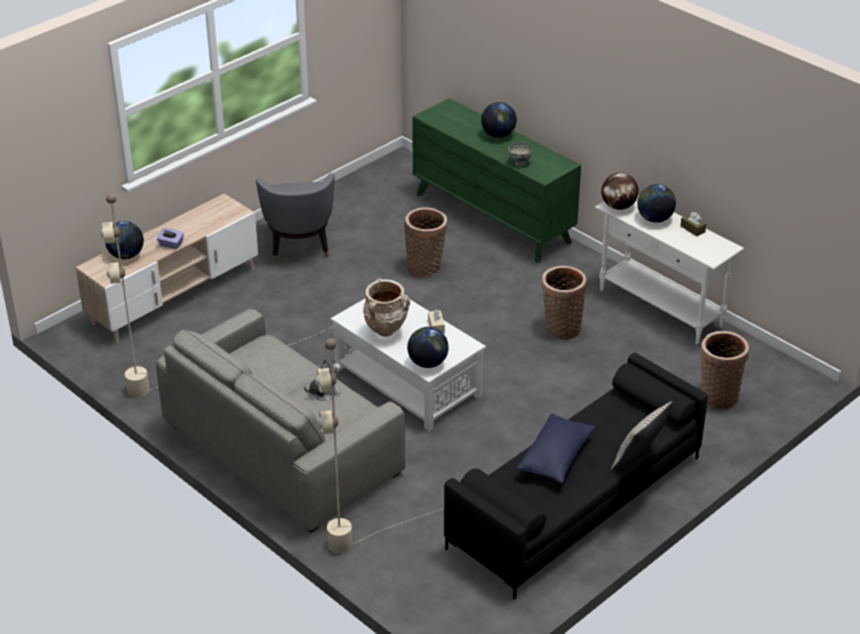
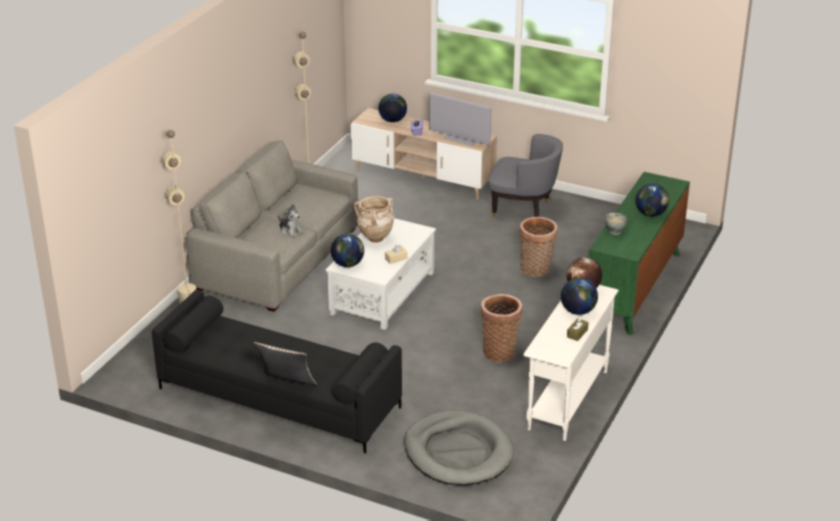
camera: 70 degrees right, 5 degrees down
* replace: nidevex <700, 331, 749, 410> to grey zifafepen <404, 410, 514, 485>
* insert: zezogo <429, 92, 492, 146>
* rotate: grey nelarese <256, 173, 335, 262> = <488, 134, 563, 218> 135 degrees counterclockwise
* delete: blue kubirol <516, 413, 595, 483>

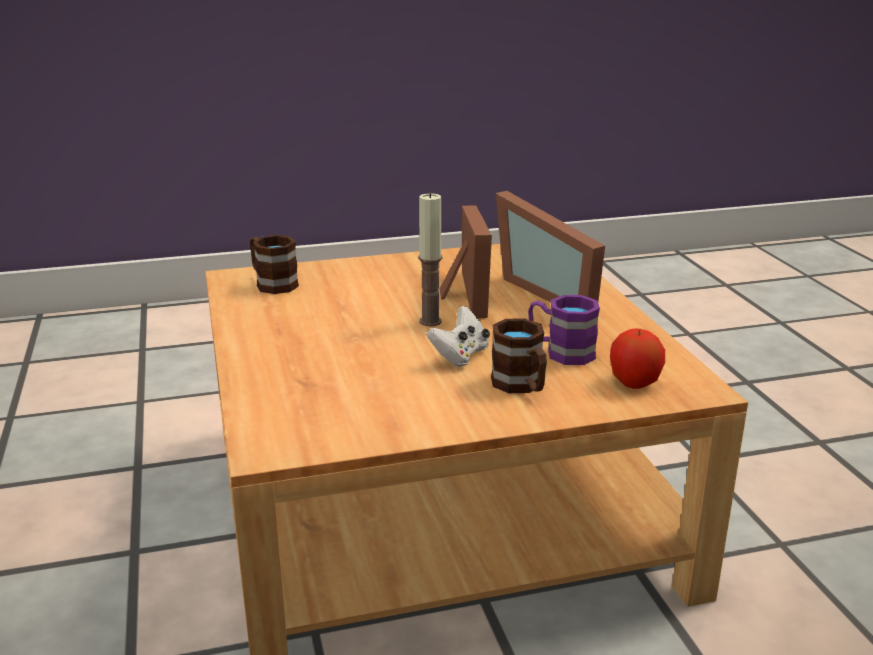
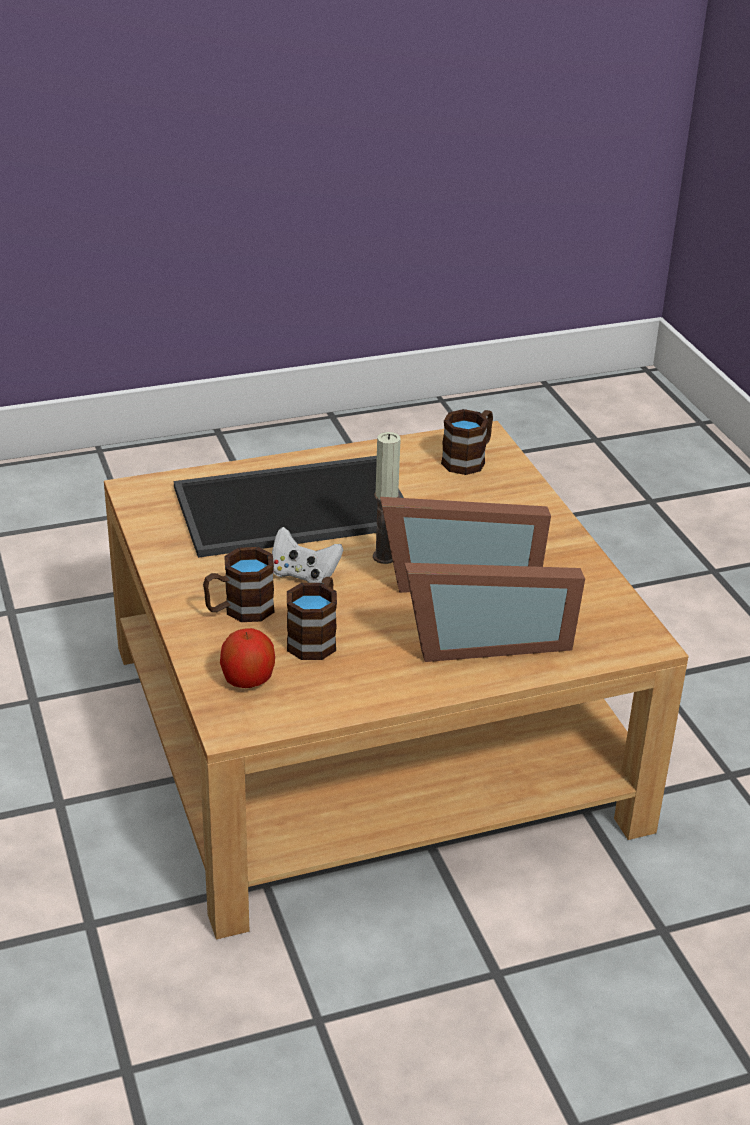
camera: 85 degrees right, 10 degrees up
* insert: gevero <174, 456, 404, 558>
* recolor: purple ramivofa <528, 295, 600, 365> to brown ramivofa <287, 577, 337, 660>
* rotate: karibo <496, 191, 605, 302> = <405, 563, 585, 662> 150 degrees counterclockwise

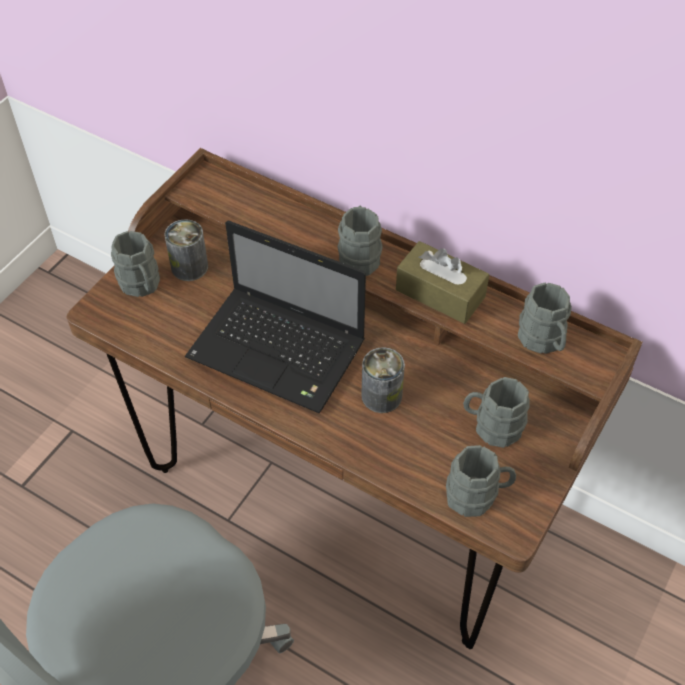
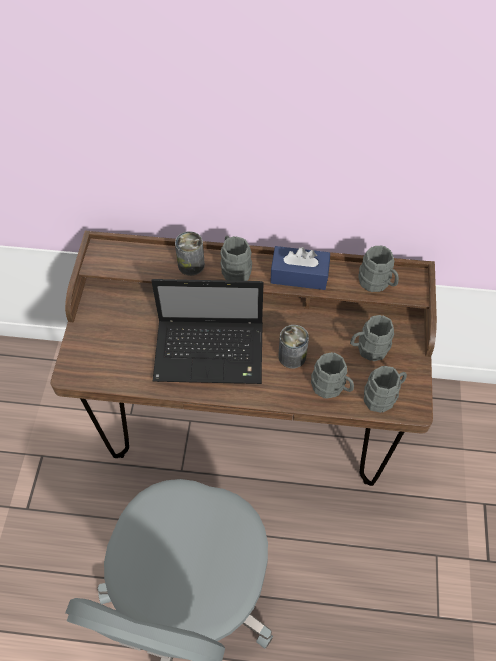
camera: 25 degrees left, 5 degrees up
* move: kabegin <164, 219, 208, 281> to <175, 231, 205, 276>
* recolor: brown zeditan <396, 241, 489, 324> to blue zeditan <270, 246, 330, 290>
* move: grey ramivofa <111, 231, 160, 297> to <311, 352, 354, 399>

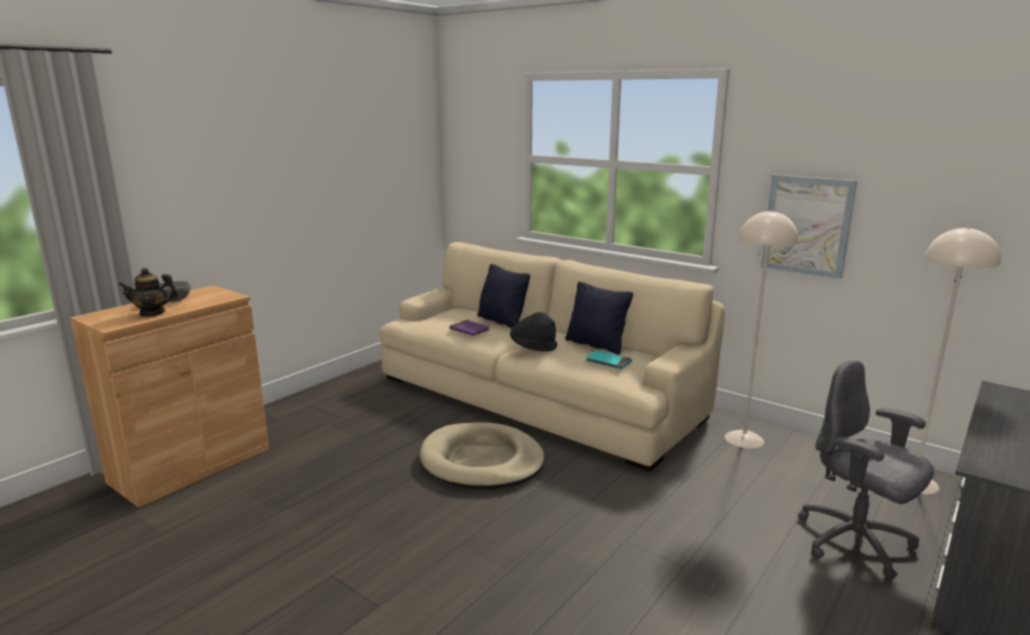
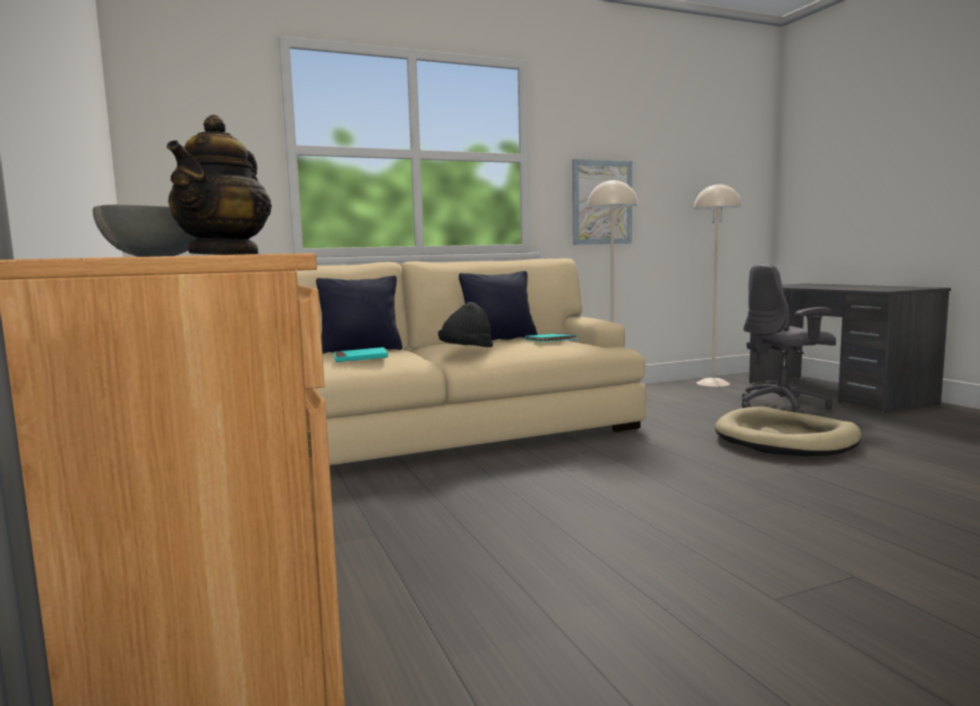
camera: 60 degrees left, 10 degrees down
* recolor: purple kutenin <450, 320, 490, 336> to turquoise kutenin <334, 347, 388, 362>
* move: beige zifafepen <420, 422, 545, 489> to <715, 407, 862, 456>

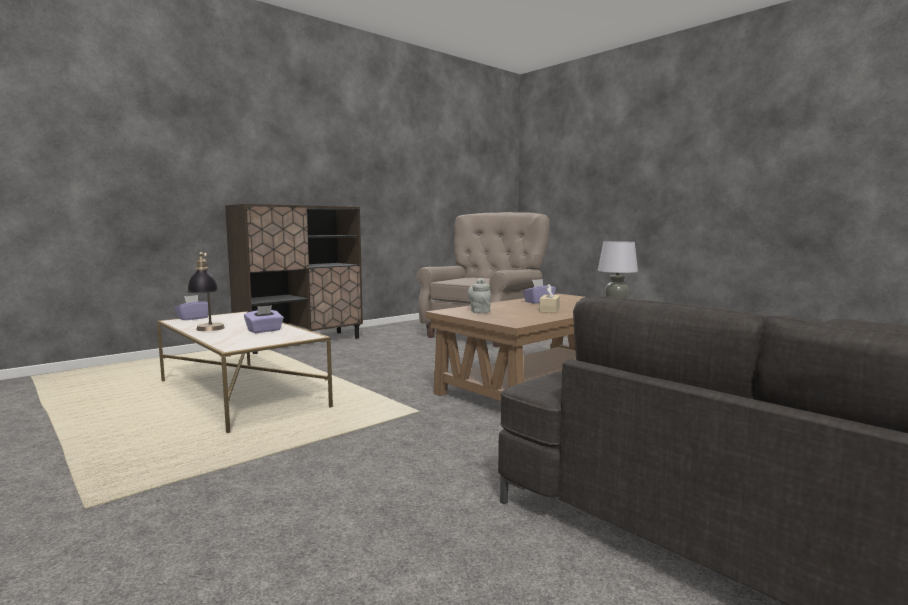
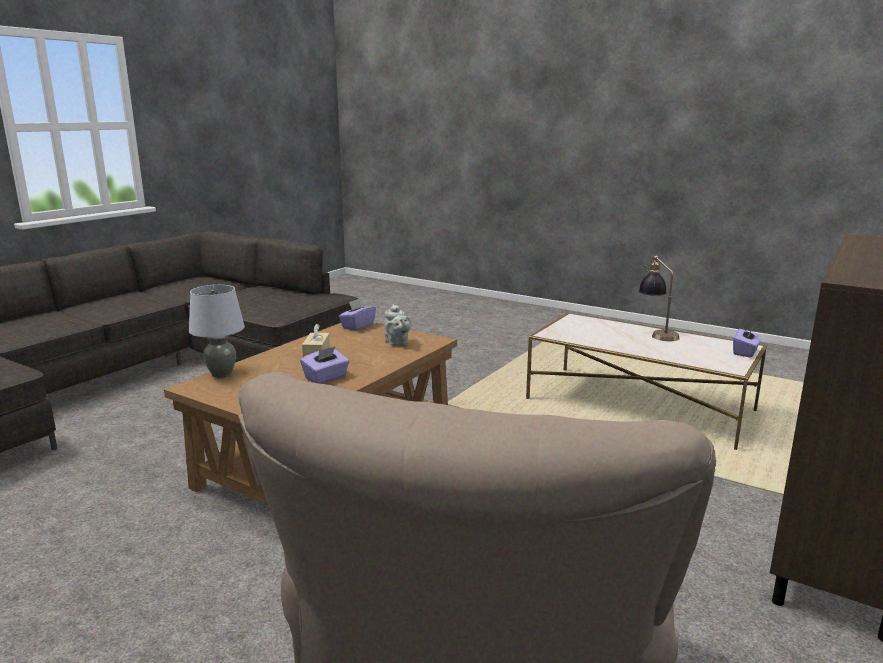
camera: 165 degrees right, 10 degrees up
* move: purple zeditan <244, 305, 284, 333> to <339, 299, 376, 331>

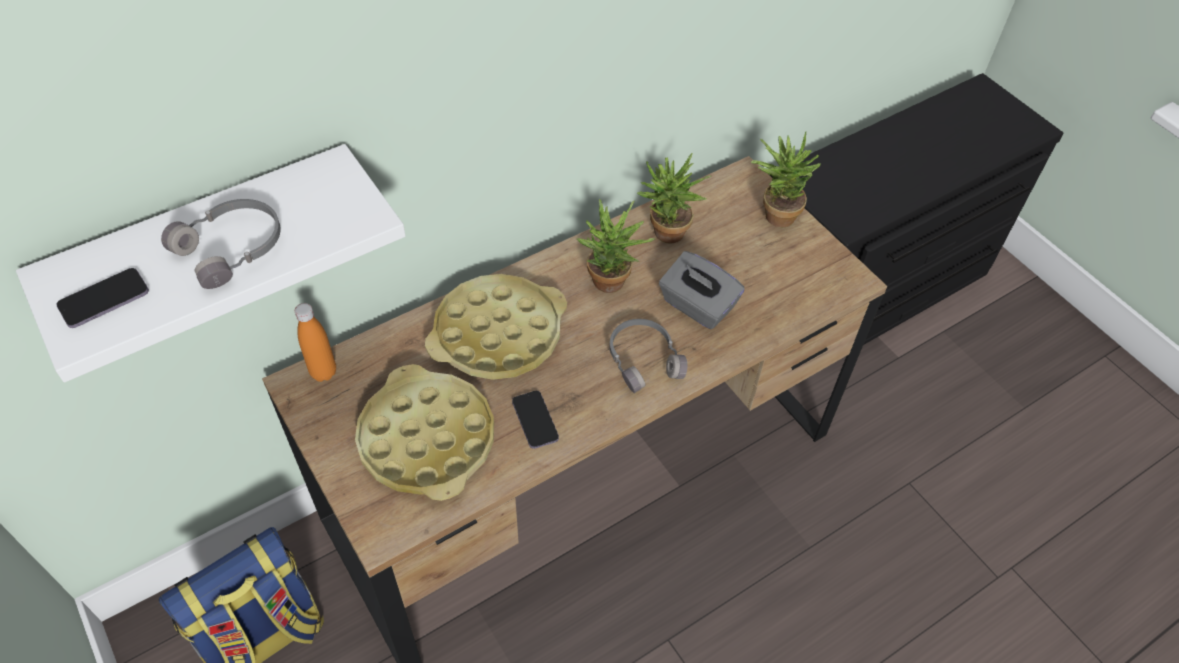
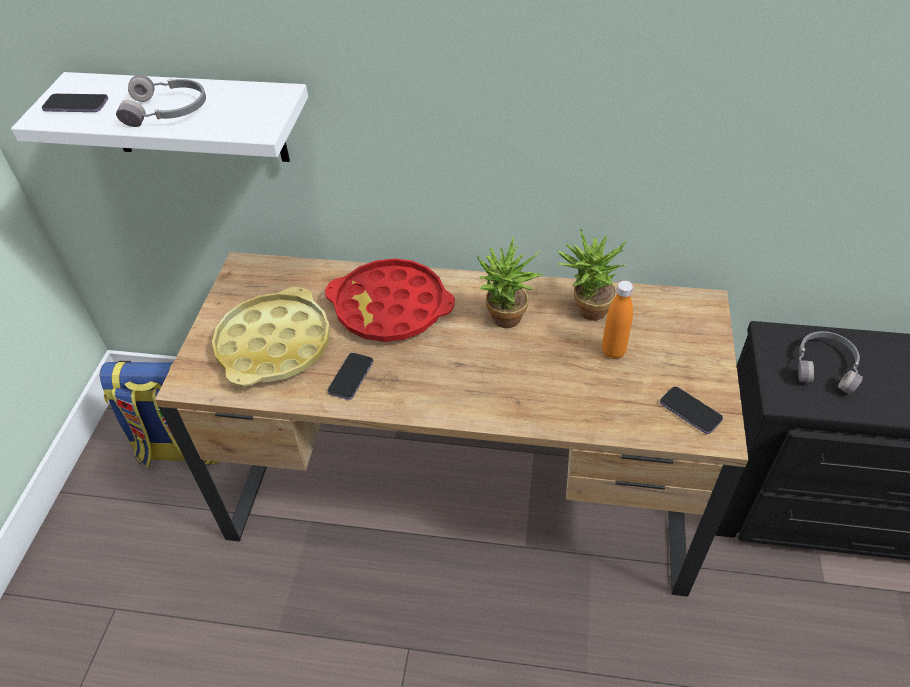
camera: 45 degrees right, 5 degrees down
* recolor: yellow gevero <425, 274, 567, 380> to red gevero <325, 258, 455, 342>
* move: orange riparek <295, 303, 336, 382> to <602, 280, 633, 359>
* insert: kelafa <660, 387, 723, 434>
* move: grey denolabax <610, 319, 687, 393> to <798, 331, 863, 395>
* delete: grey zeditan <659, 251, 745, 329>
* delete: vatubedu <751, 132, 821, 227>

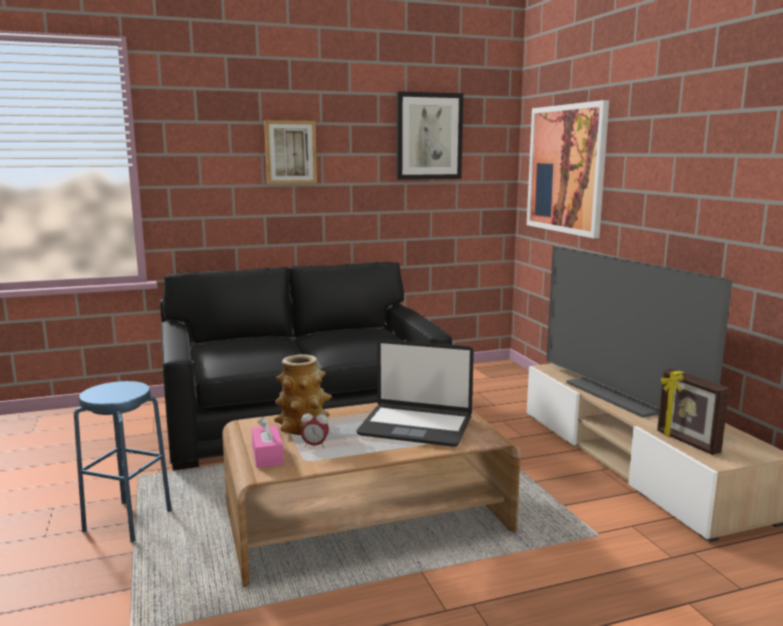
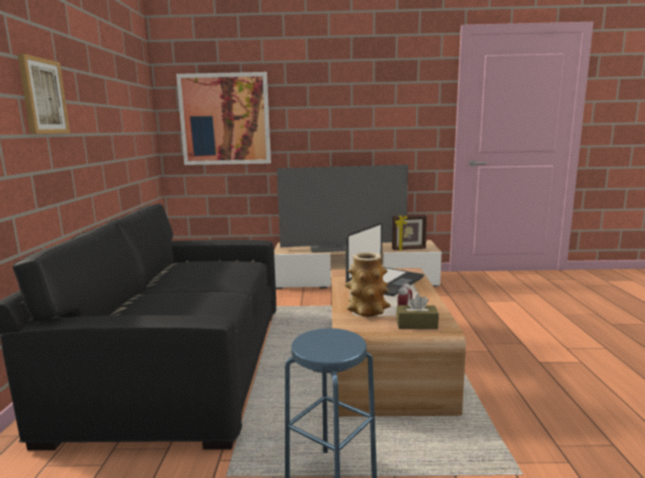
camera: 70 degrees left, 0 degrees up
* recolor: pink zeditan <252, 417, 284, 468> to brown zeditan <396, 294, 439, 329>
* delete: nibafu <396, 91, 463, 180>

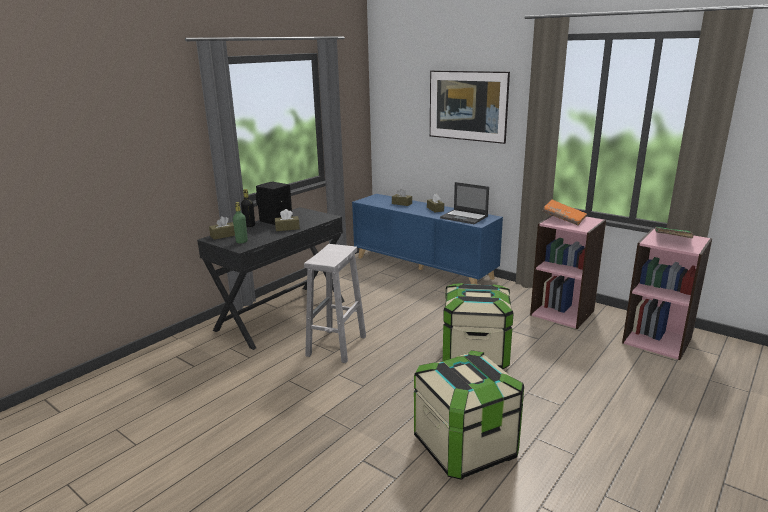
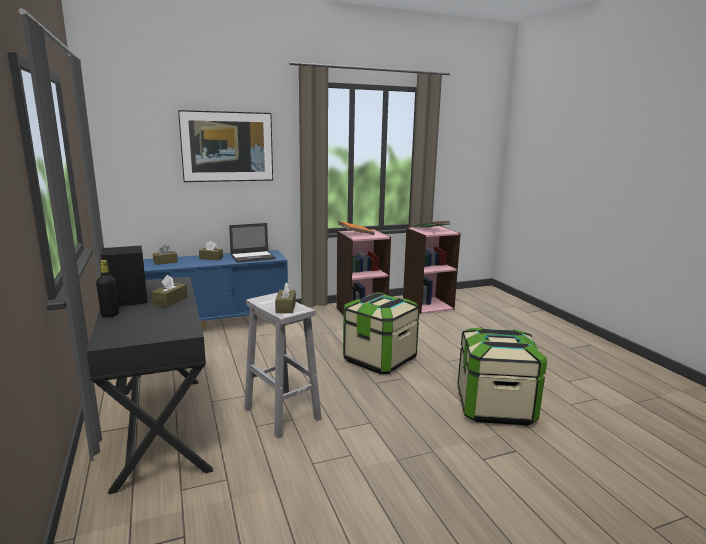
camera: 60 degrees left, 5 degrees down
* move: brown zeditan <209, 216, 235, 240> to <275, 282, 296, 313>
* delete: green riparek <233, 202, 248, 244>

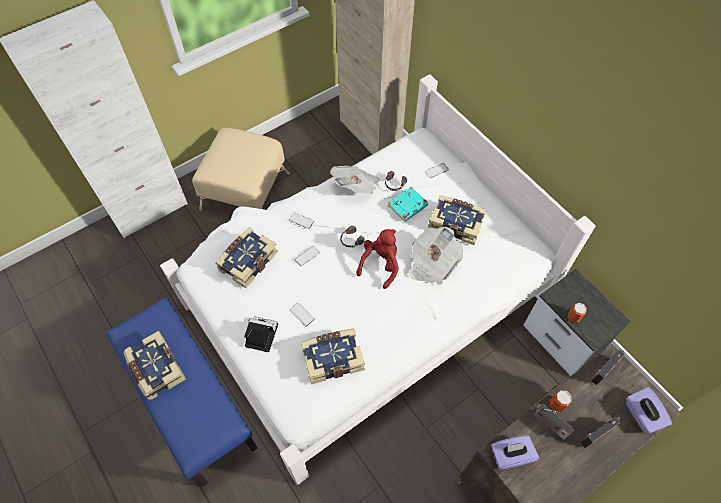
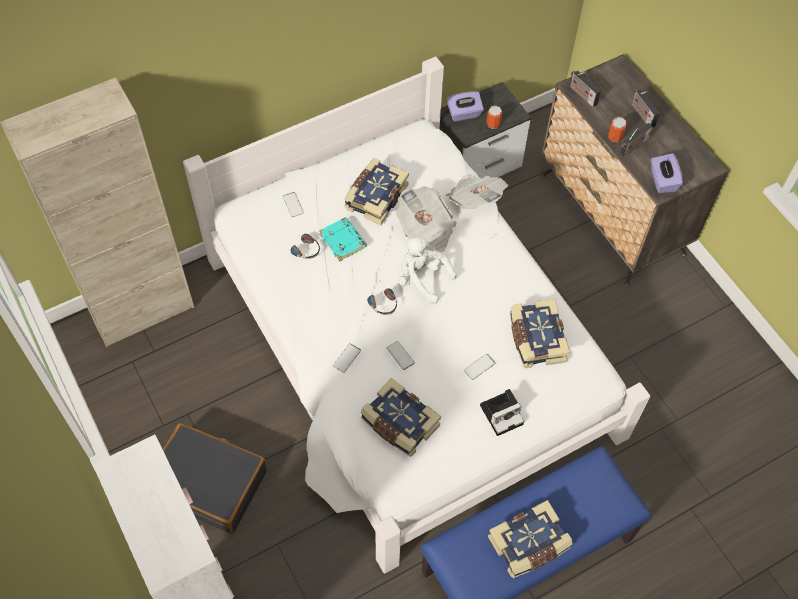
camera: 85 degrees left, 0 degrees up
* replace: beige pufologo <192, 128, 290, 211> to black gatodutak <163, 423, 267, 534>
* recolor: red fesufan <356, 229, 399, 289> to white fesufan <398, 237, 456, 304>
* move: purple zeditan <626, 387, 672, 434> to <446, 91, 484, 121>
* move: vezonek <330, 166, 380, 194> to <446, 175, 508, 209>
* rotate: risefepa <244, 316, 278, 352> = <480, 389, 524, 436> 135 degrees counterclockwise

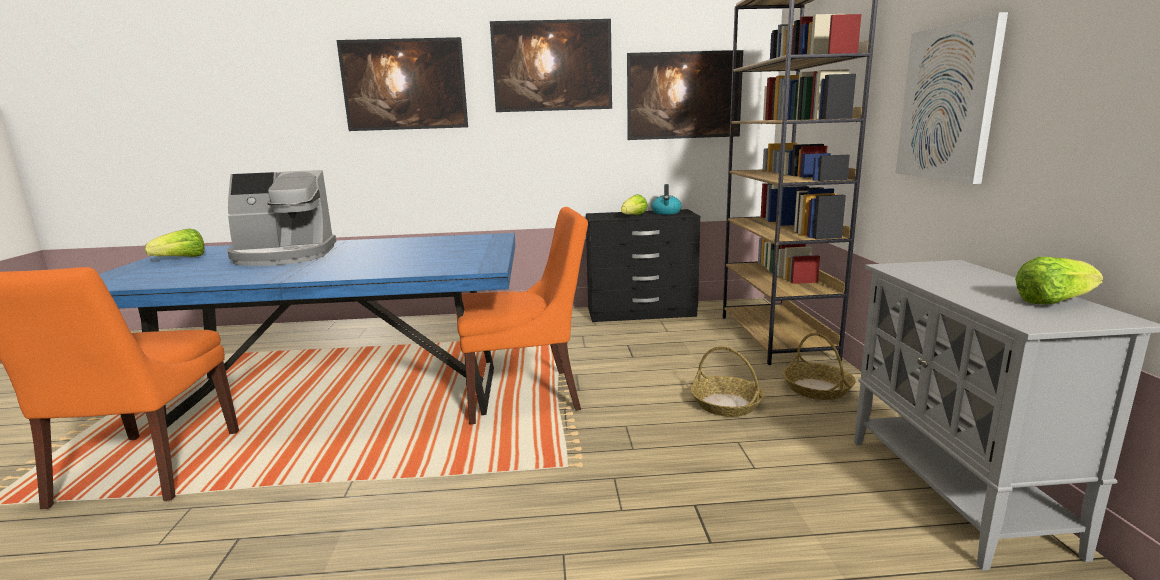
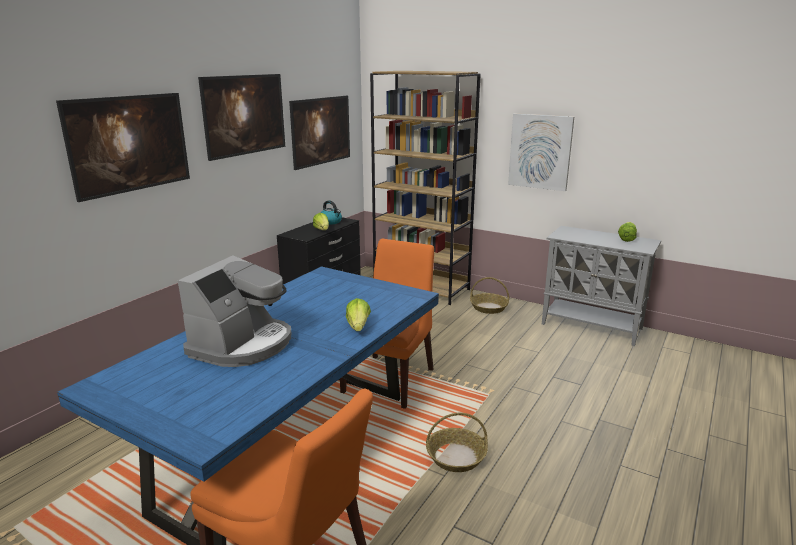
camera: 55 degrees left, 5 degrees up
* move: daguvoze <145, 228, 204, 257> to <346, 298, 371, 331>
* move: nidevex <691, 346, 764, 417> to <426, 413, 488, 472>

